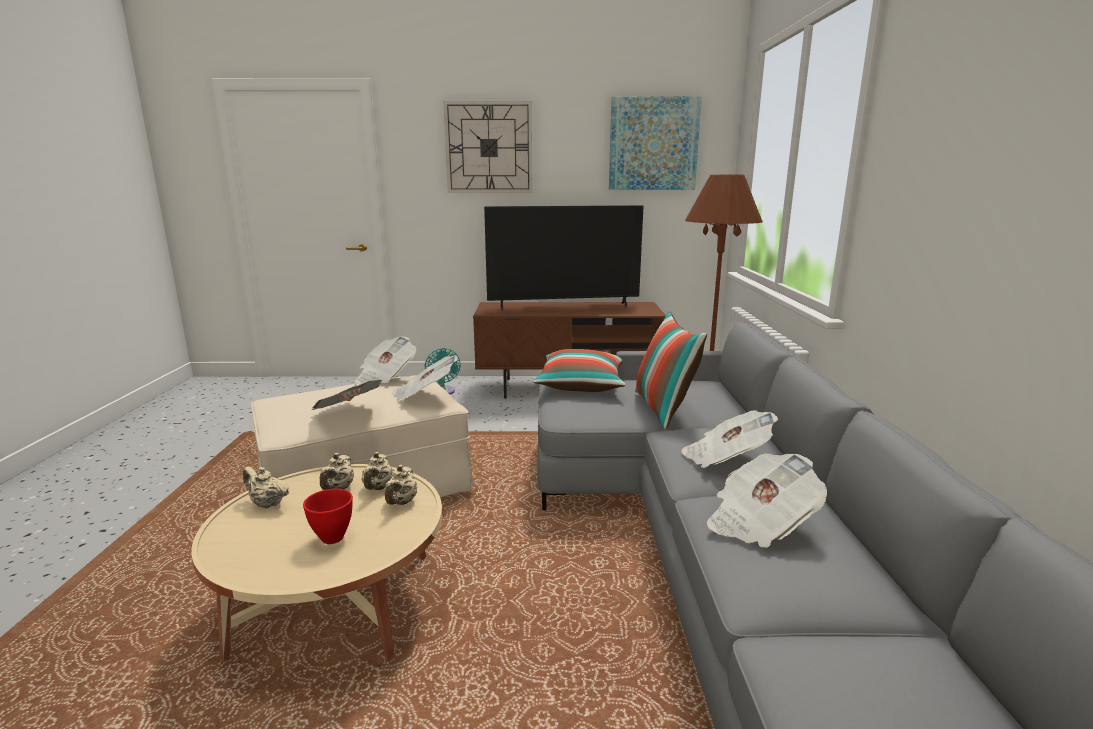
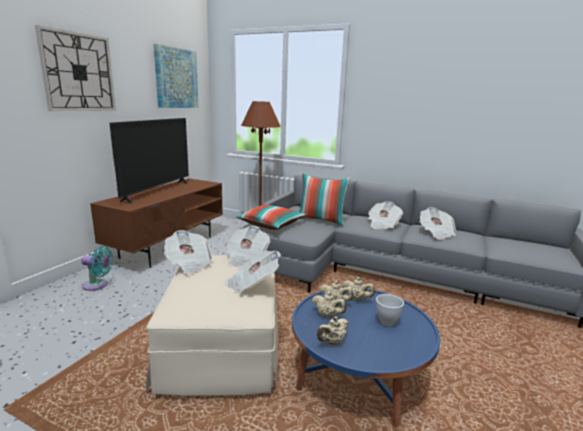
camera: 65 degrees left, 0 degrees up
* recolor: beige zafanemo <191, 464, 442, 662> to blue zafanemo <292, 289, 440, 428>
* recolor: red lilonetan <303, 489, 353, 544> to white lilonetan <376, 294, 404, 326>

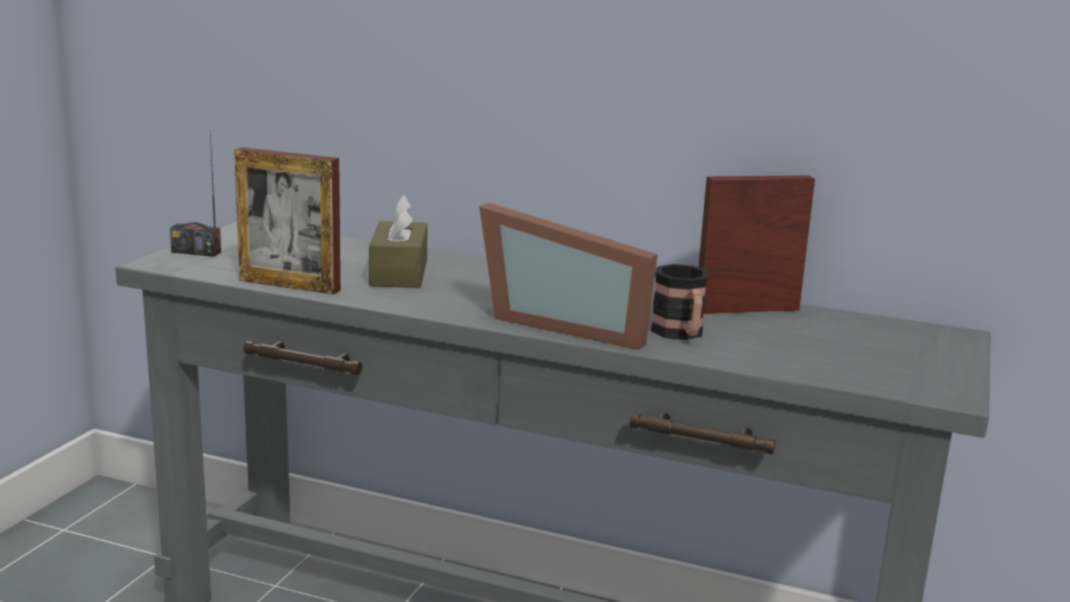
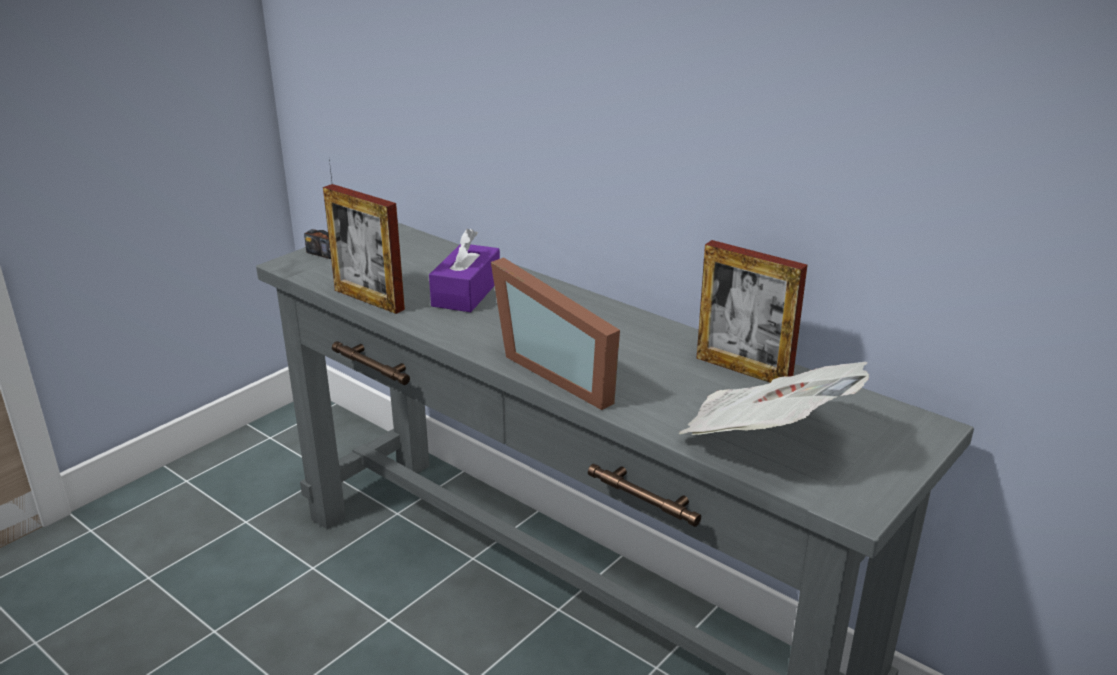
camera: 20 degrees right, 10 degrees up
* recolor: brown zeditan <369, 195, 428, 288> to purple zeditan <429, 229, 500, 312>
* insert: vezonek <679, 362, 869, 435>
* rotate: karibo <699, 175, 815, 314> = <696, 240, 807, 383> 150 degrees counterclockwise
* delete: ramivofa <651, 264, 708, 340>

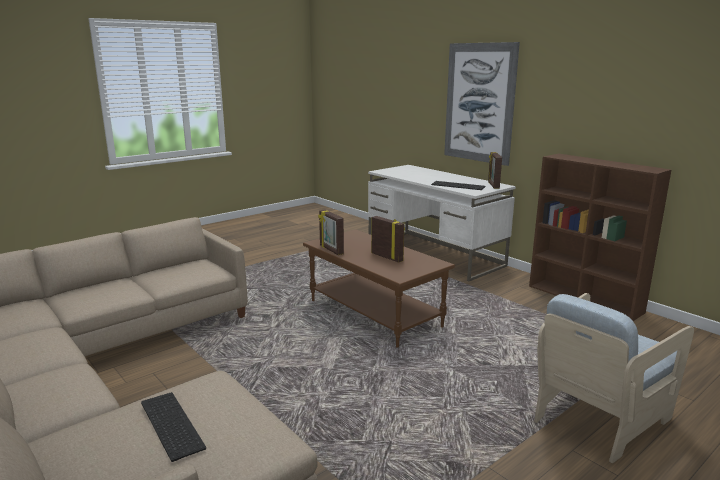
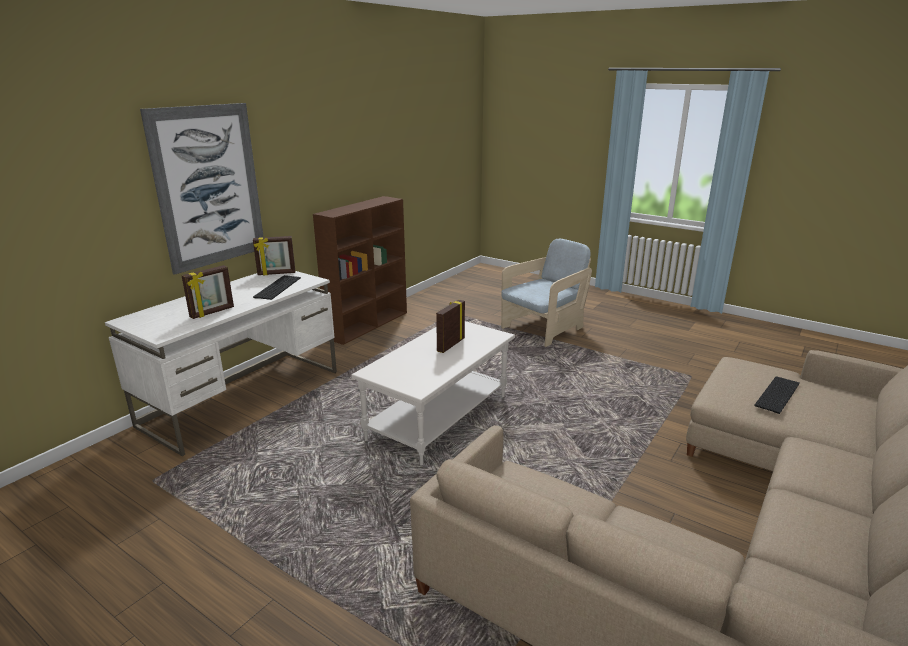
camera: 105 degrees left, 5 degrees up
* move: karibo <318, 210, 344, 255> to <182, 265, 234, 319>
* recolor: brown zafanemo <303, 229, 455, 348> to white zafanemo <351, 321, 515, 466>
* rotate: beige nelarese <534, 293, 694, 463> = <501, 239, 592, 347> 75 degrees counterclockwise

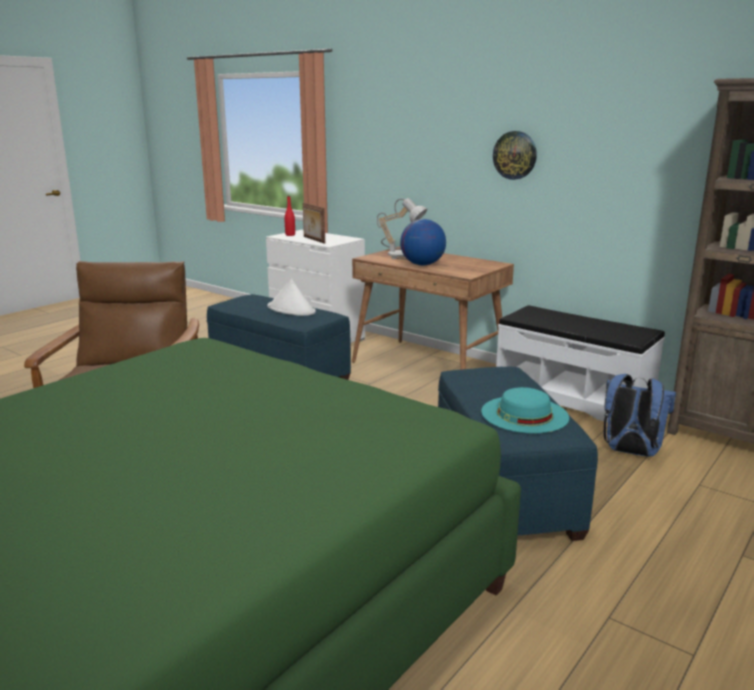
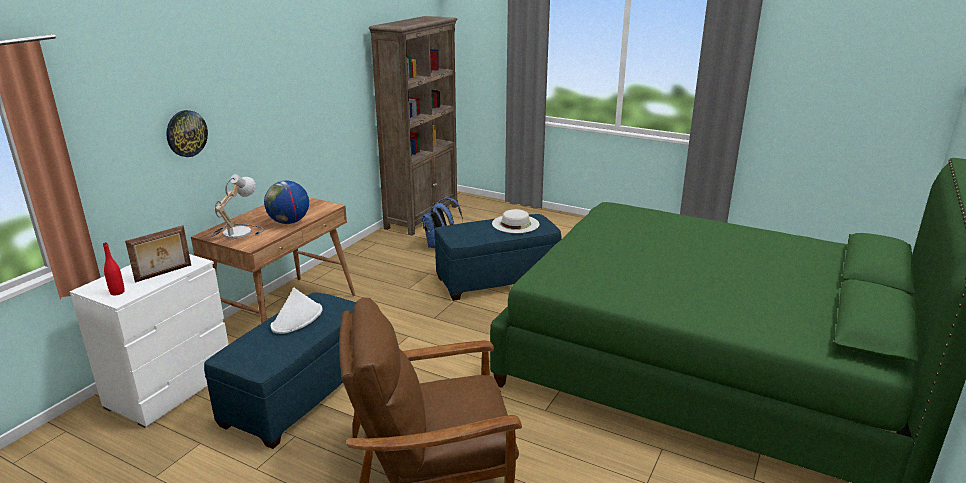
camera: 100 degrees left, 5 degrees up
* move: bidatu <493, 131, 537, 180> to <166, 110, 208, 157>
* recolor: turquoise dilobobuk <481, 387, 569, 433> to white dilobobuk <492, 209, 539, 233>
* delete: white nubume <496, 305, 665, 422>

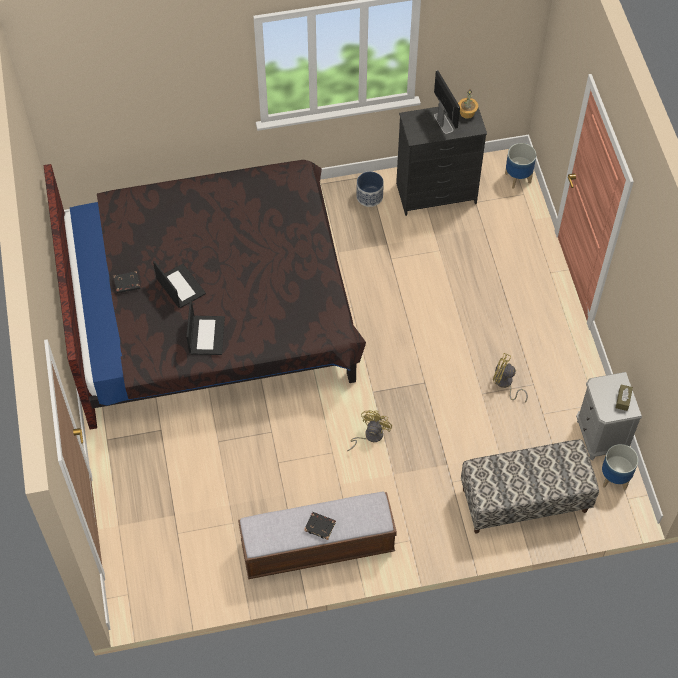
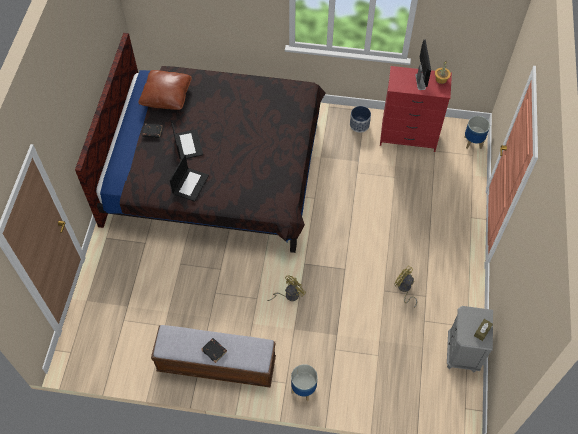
camera: 20 degrees right, 0 degrees up
* insert: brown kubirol <138, 70, 192, 110>
* move: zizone <602, 444, 638, 490> to <291, 364, 318, 401>
* recolor: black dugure <396, 107, 487, 216> to red dugure <380, 66, 452, 152>
* delete: nubume <461, 439, 599, 534>

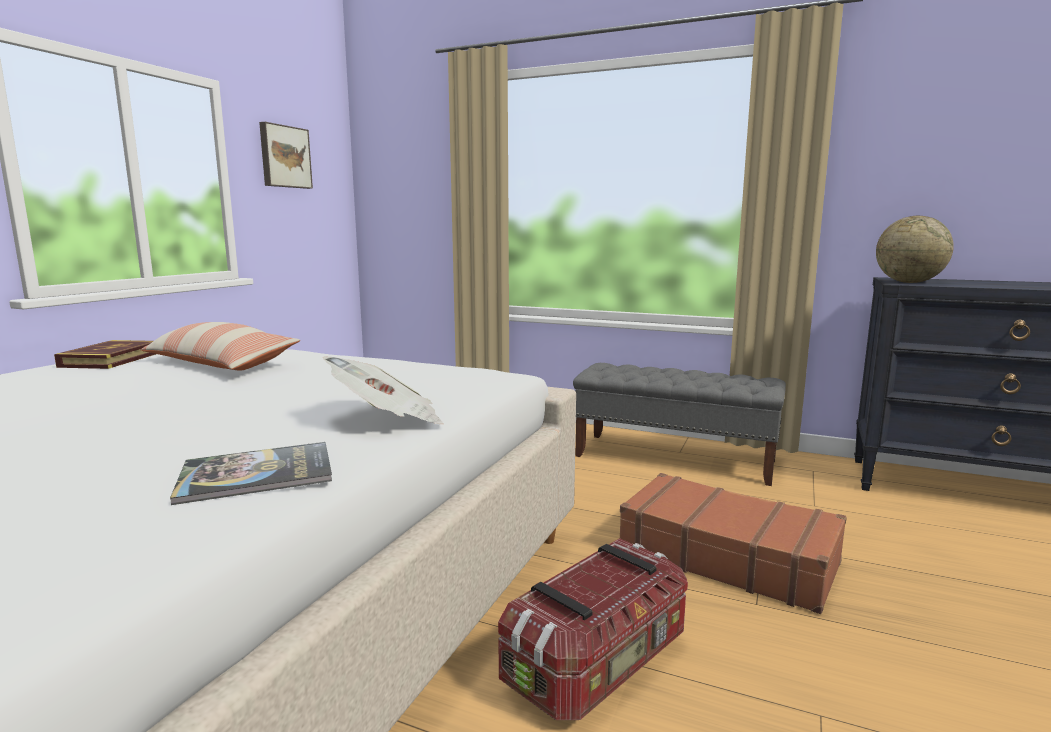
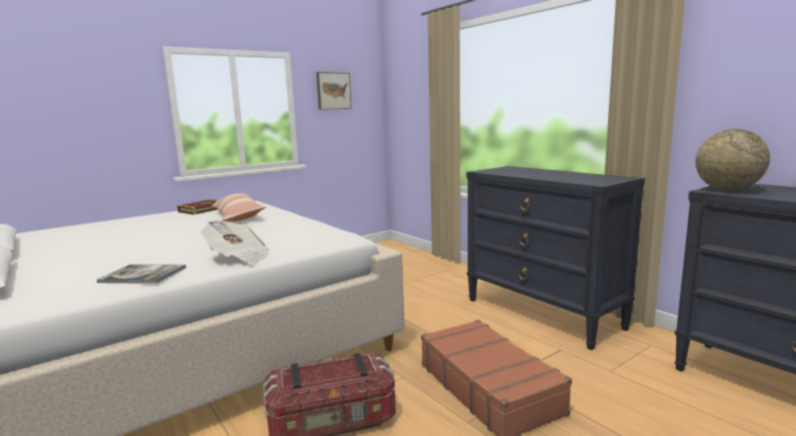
camera: 30 degrees right, 0 degrees up
* replace: grey nubume <573, 363, 786, 486> to black dugure <466, 166, 645, 350>

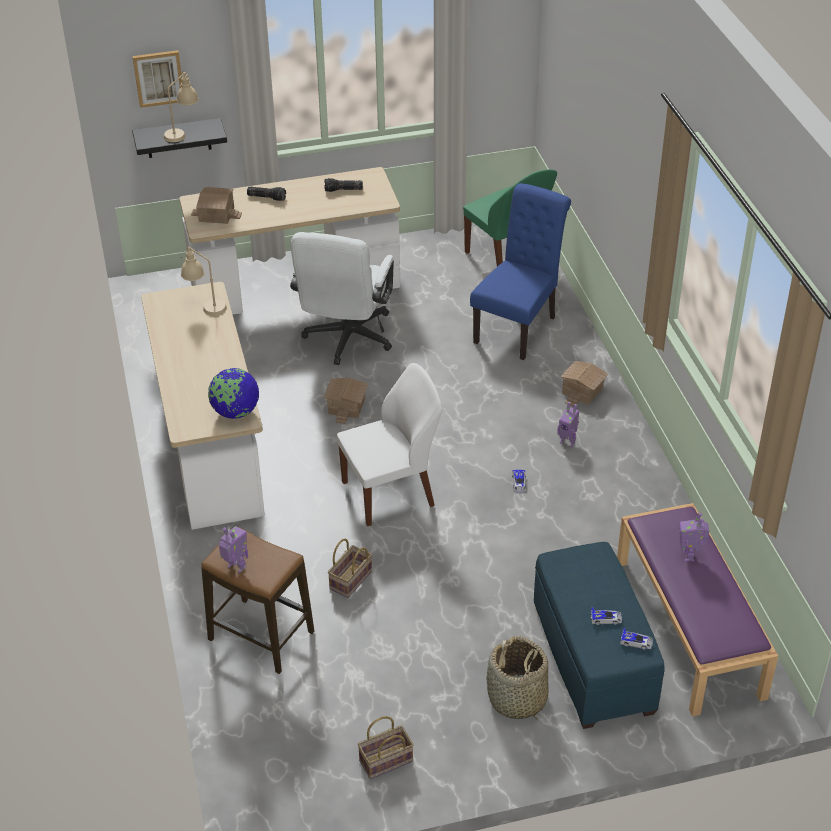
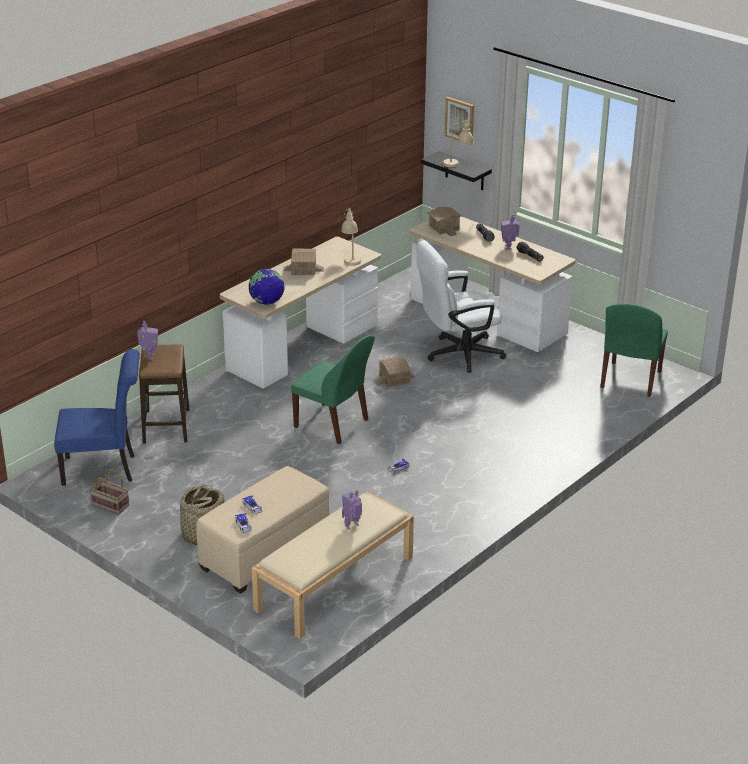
camera: 55 degrees right, 10 degrees down
* move: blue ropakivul <470, 183, 571, 360> to <54, 349, 140, 486>
* recolor: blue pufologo <534, 542, 665, 729> to beige pufologo <196, 466, 329, 594>
* recolor: purple nubume <617, 503, 778, 717> to beige nubume <252, 492, 414, 639>
* move: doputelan <560, 361, 609, 407> to <284, 249, 324, 275>
* recolor: white ropakivul <337, 363, 442, 526> to green ropakivul <291, 335, 375, 444>
* move: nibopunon <557, 402, 579, 447> to <501, 214, 520, 250>
* delete: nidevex <328, 539, 372, 598>

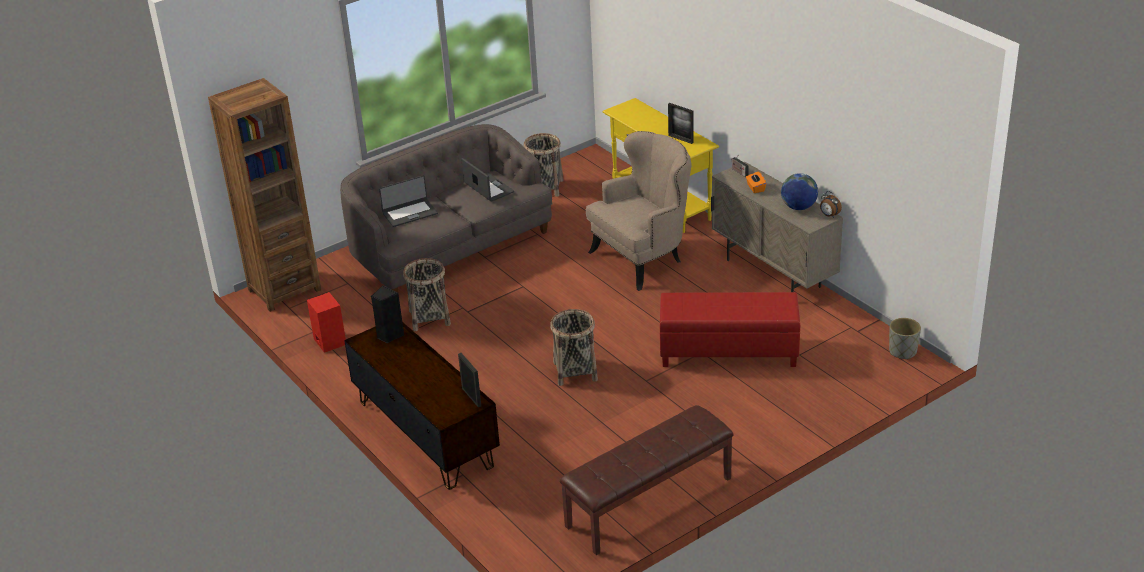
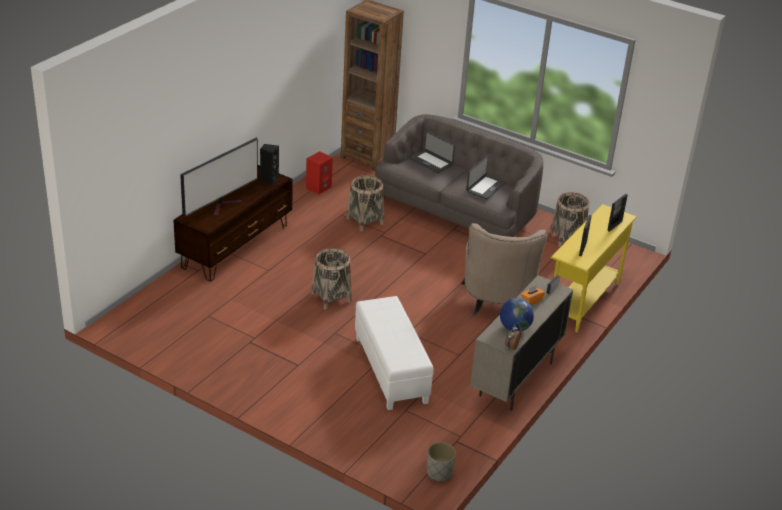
camera: 65 degrees right, 0 degrees up
* insert: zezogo <180, 137, 258, 216>
* recolor: red pufologo <660, 292, 800, 367> to white pufologo <355, 296, 434, 410>
* rotate: beige nelarese <586, 131, 692, 291> = <461, 223, 547, 316> 60 degrees clockwise
* move: karibo <458, 353, 481, 407> to <607, 194, 628, 232>
* delete: brown nubume <560, 405, 734, 555>

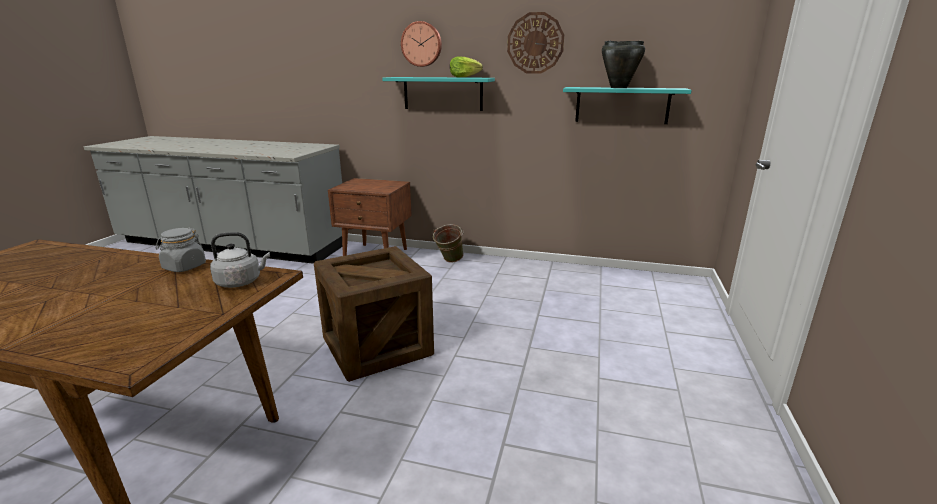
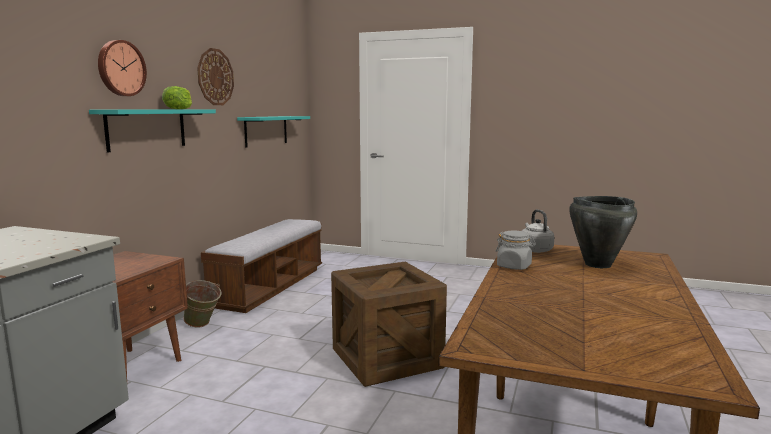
camera: 85 degrees left, 10 degrees down
* insert: nubume <201, 219, 322, 313>
* move: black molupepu <602, 41, 645, 88> to <569, 196, 637, 268>

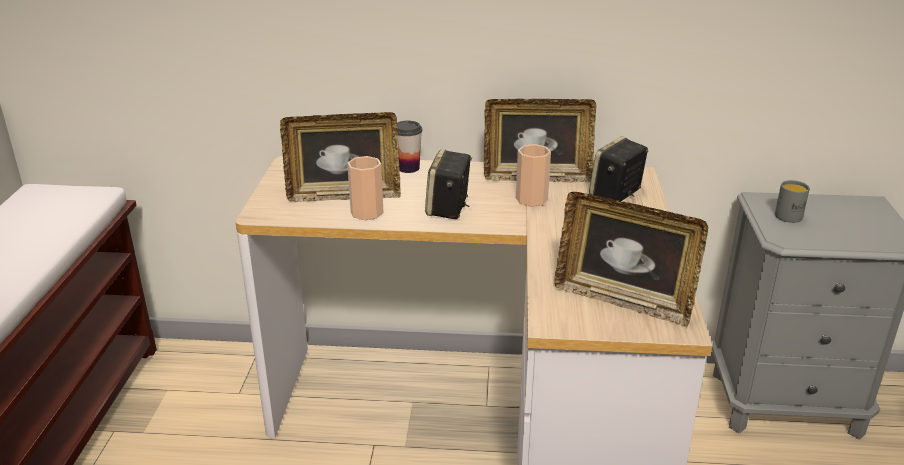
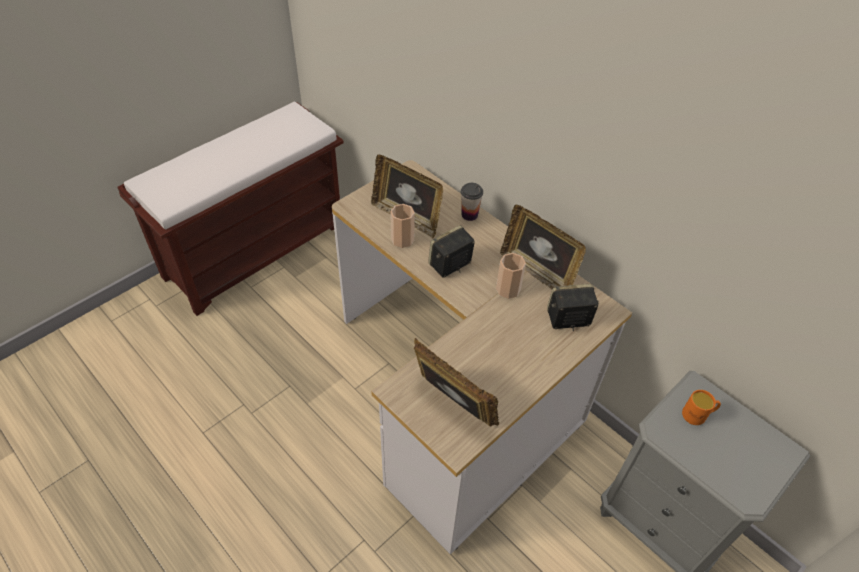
camera: 40 degrees right, 20 degrees up
* rotate: karibo <554, 192, 708, 327> = <414, 338, 499, 426> 150 degrees clockwise
* recolor: grey ramivofa <775, 180, 810, 223> to orange ramivofa <682, 390, 721, 425>

